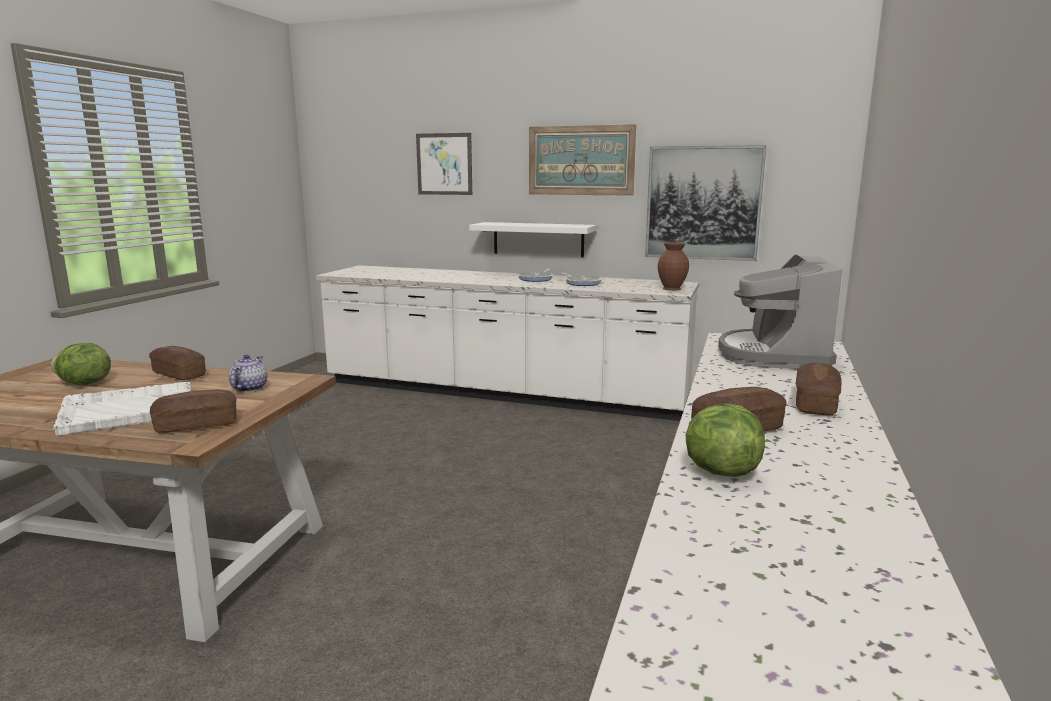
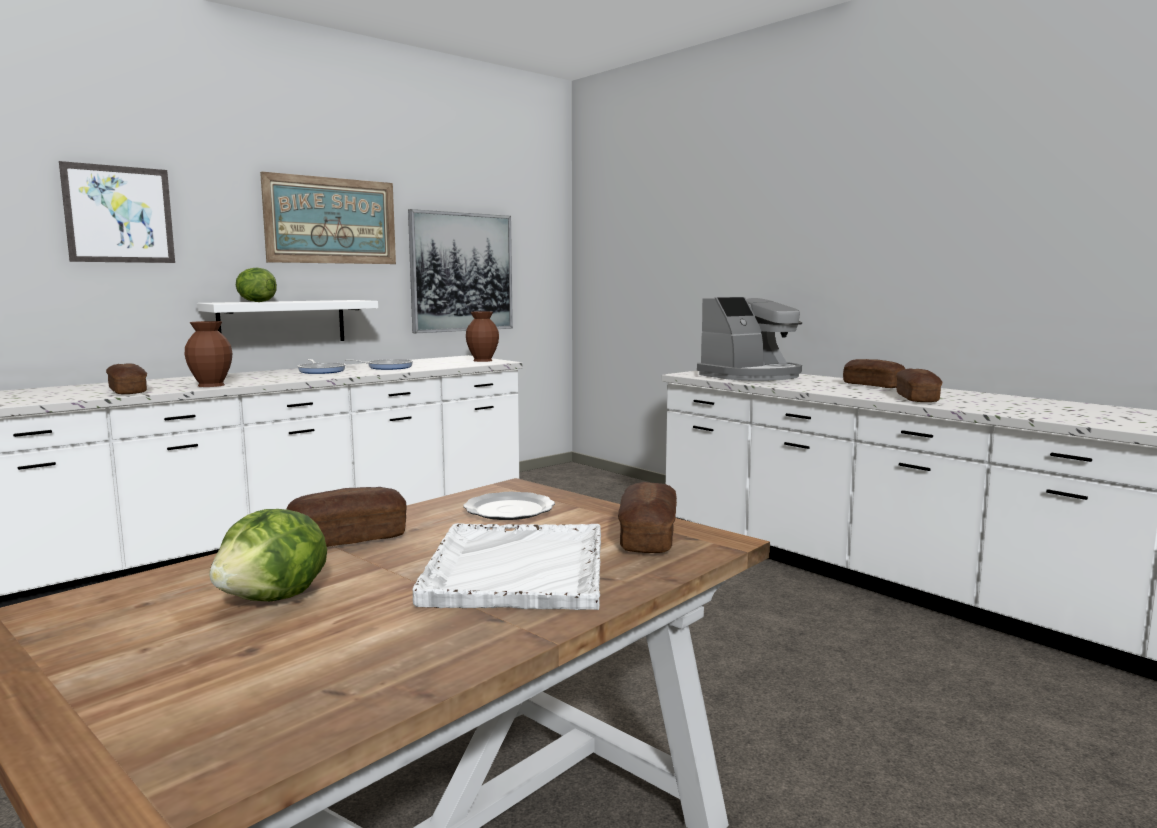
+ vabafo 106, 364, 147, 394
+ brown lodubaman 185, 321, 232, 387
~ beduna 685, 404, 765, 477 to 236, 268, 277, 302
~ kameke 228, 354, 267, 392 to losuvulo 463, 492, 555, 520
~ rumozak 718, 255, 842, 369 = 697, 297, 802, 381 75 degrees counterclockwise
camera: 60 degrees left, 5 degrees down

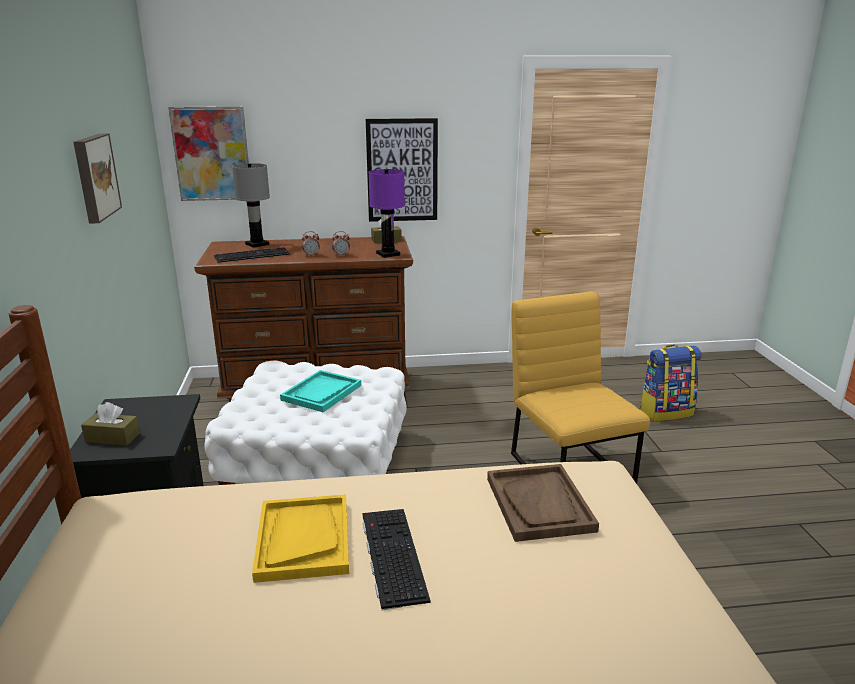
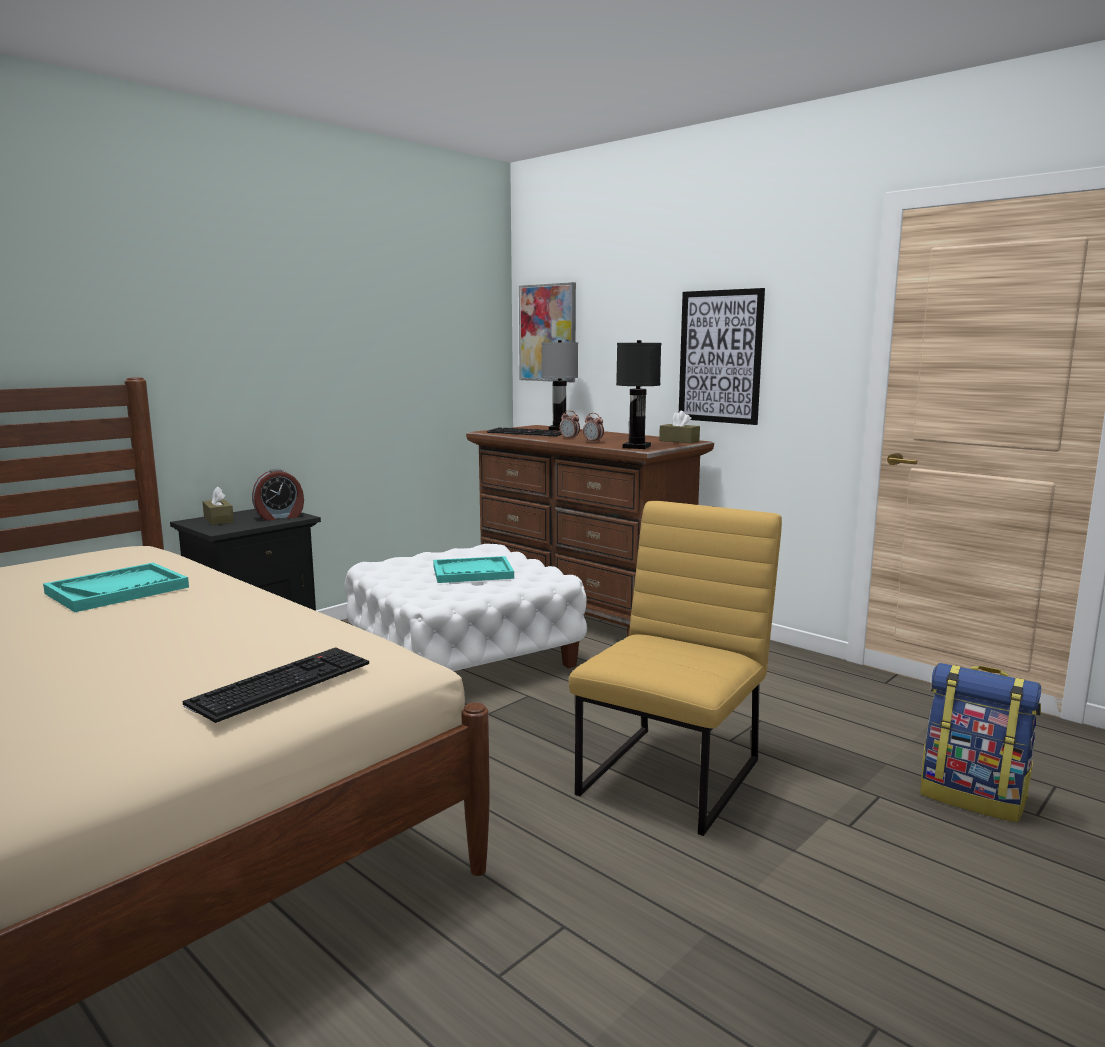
- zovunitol 74, 133, 122, 224
- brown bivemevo 487, 464, 599, 542
+ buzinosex 252, 469, 304, 521
~ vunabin 363, 509, 431, 610 to 183, 647, 369, 723
~ yellow bivemevo 252, 494, 349, 583 to turquoise bivemevo 43, 563, 189, 612
~ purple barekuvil 368, 169, 405, 258 to black barekuvil 616, 340, 661, 449
camera: 50 degrees right, 10 degrees down

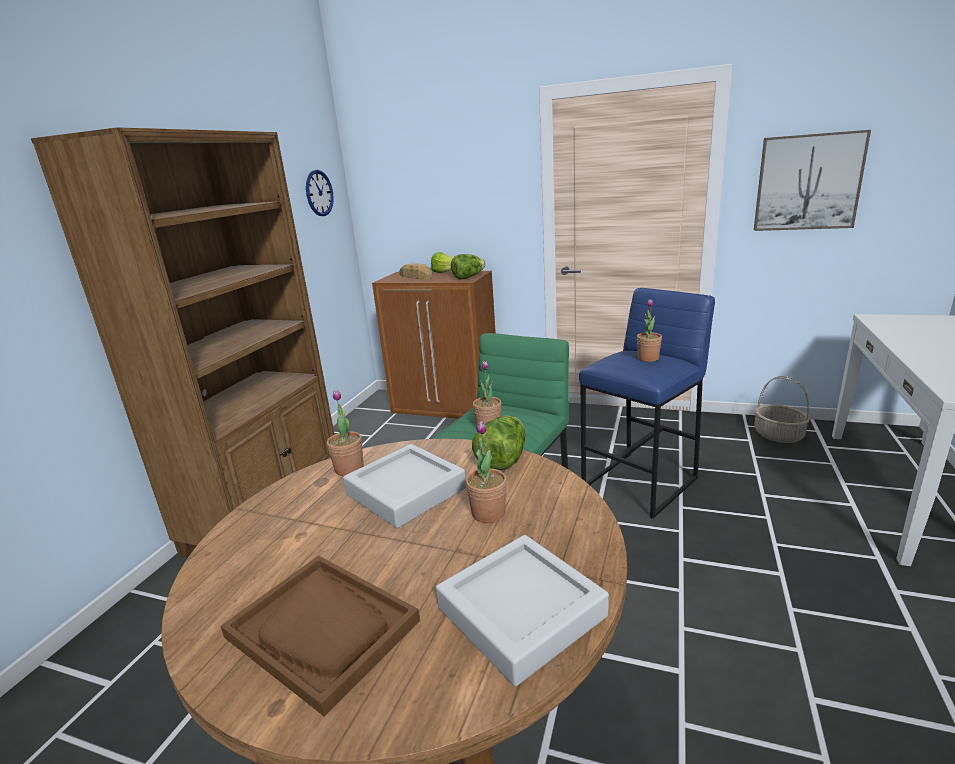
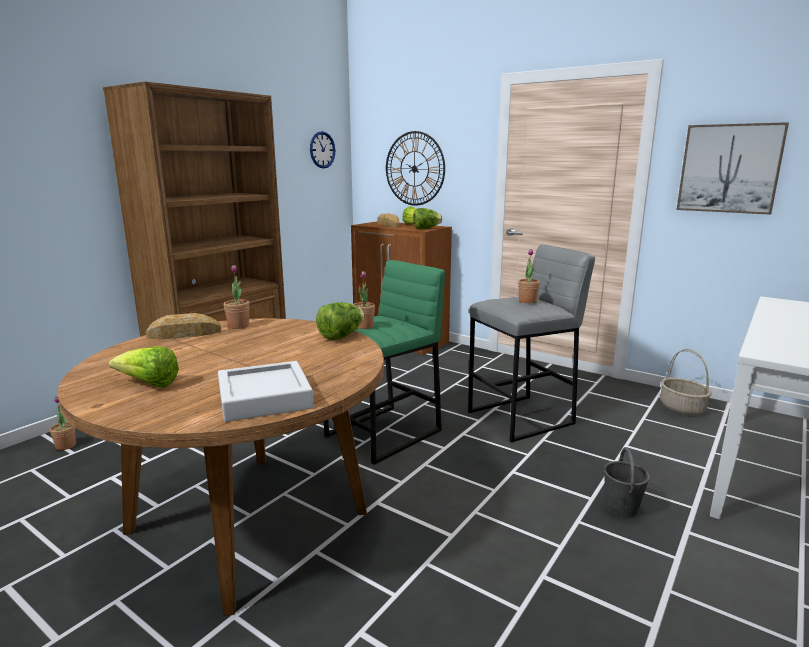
- grey bivemevo 343, 444, 466, 528
+ vabafo 146, 313, 221, 339
+ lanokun 386, 131, 445, 206
+ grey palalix 603, 447, 650, 518
~ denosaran 466, 421, 507, 523 to 50, 396, 76, 450
~ brown bivemevo 221, 555, 420, 716 to beduna 109, 346, 179, 387
~ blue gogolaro 579, 288, 715, 519 to grey gogolaro 468, 244, 595, 442
camera: 15 degrees right, 5 degrees down

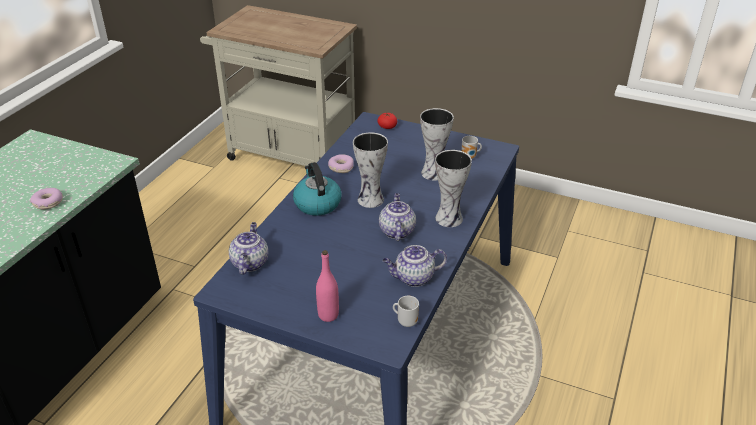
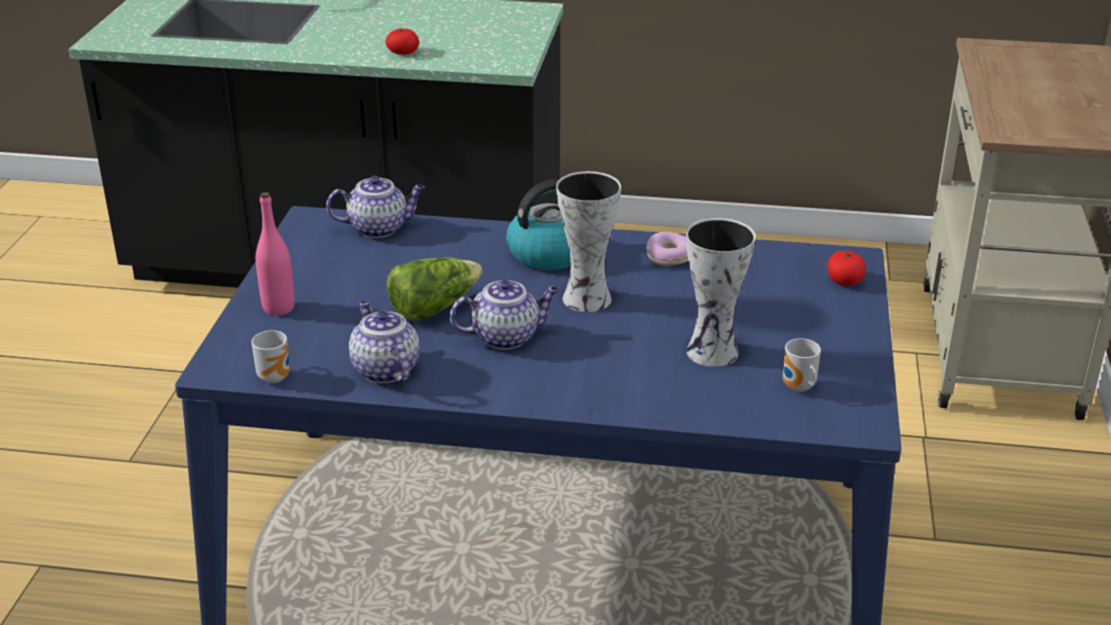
- lodubaman 435, 150, 472, 227
+ beduna 387, 257, 482, 321
~ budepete 30, 188, 63, 209 to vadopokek 386, 28, 419, 55
camera: 75 degrees right, 5 degrees down

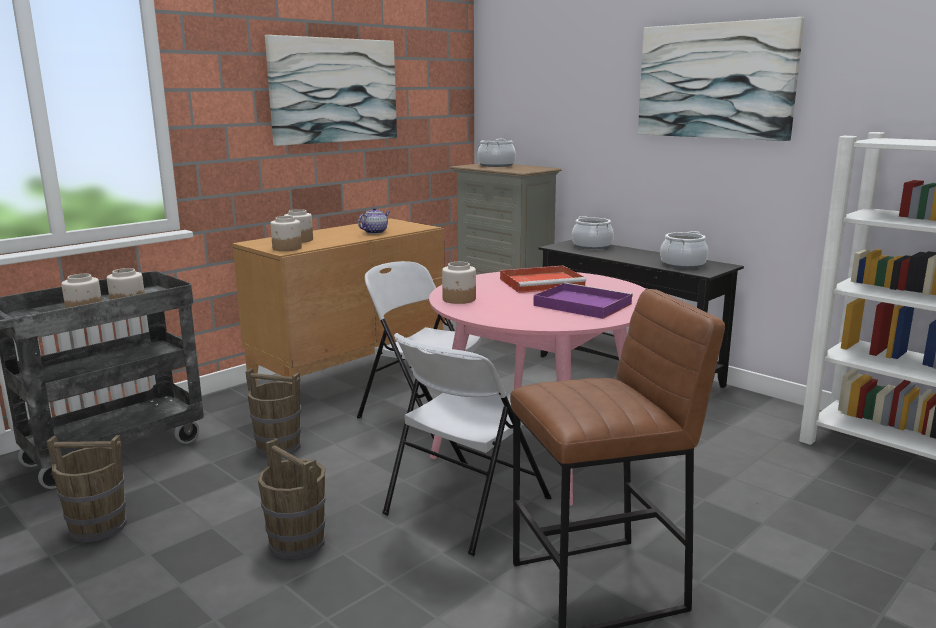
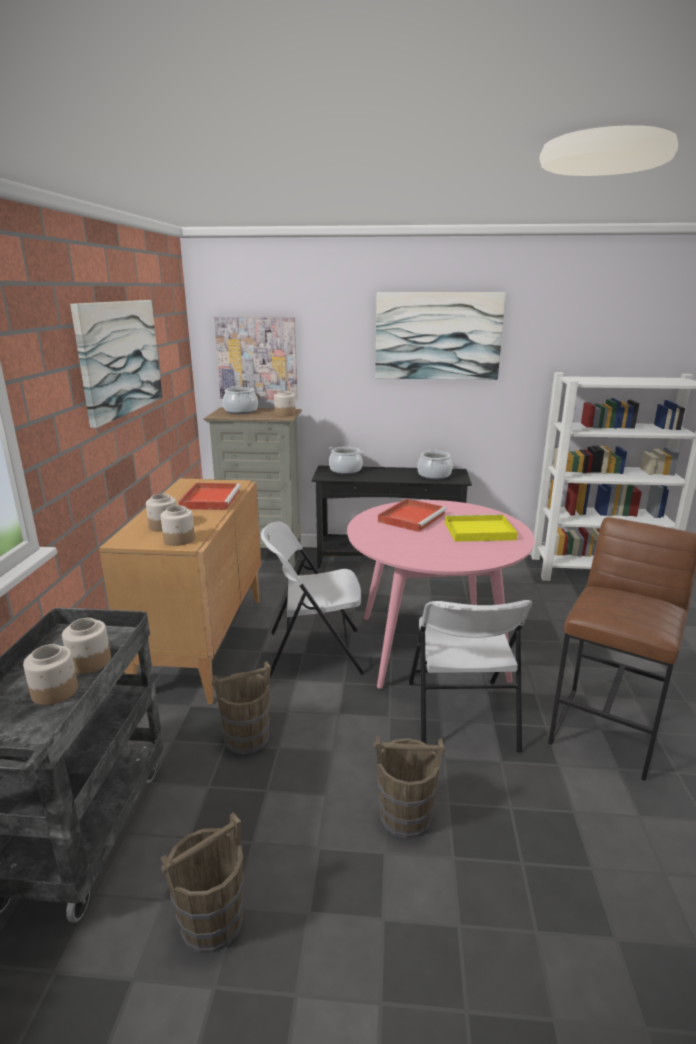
+ zovunitol 214, 317, 298, 400
~ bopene 442, 262, 476, 304 to 274, 391, 295, 417
~ kameke 358, 207, 390, 234 to red bivemevo 178, 483, 241, 510
~ purple bivemevo 533, 283, 633, 319 to yellow bivemevo 445, 514, 518, 542
camera: 40 degrees left, 5 degrees up

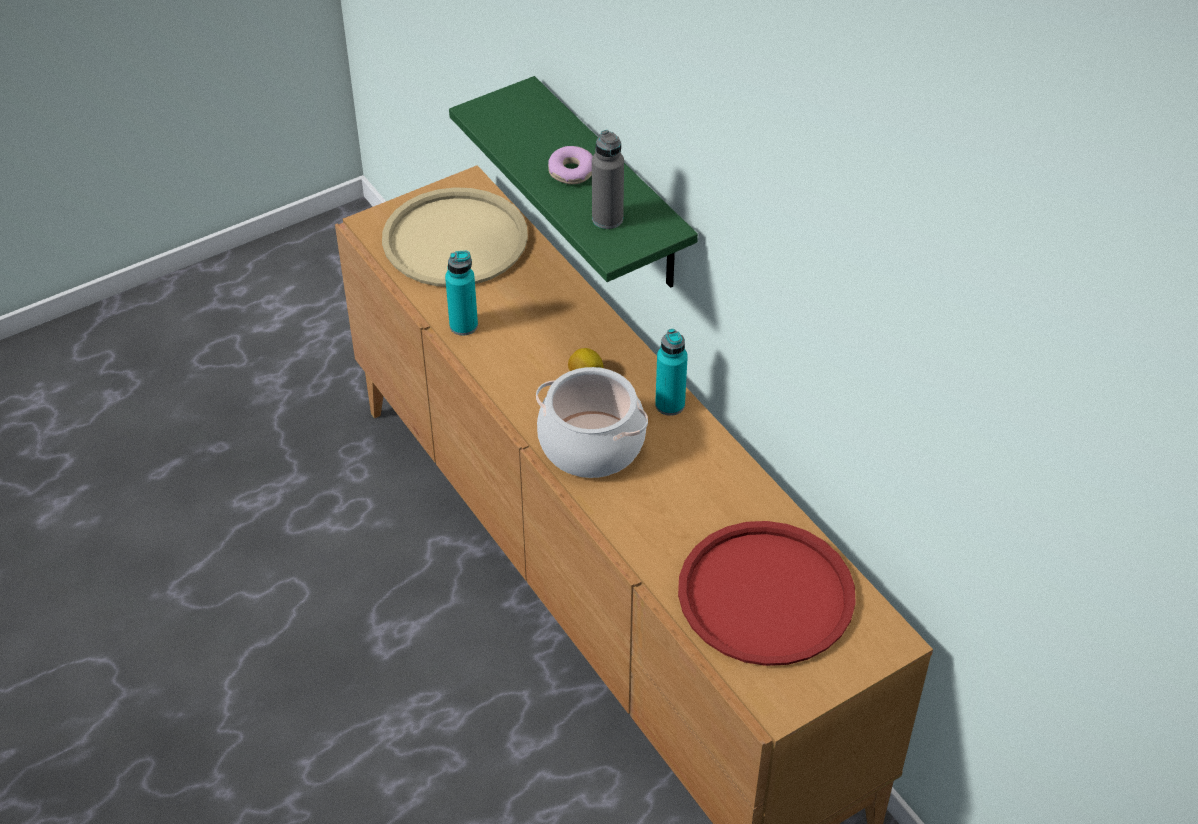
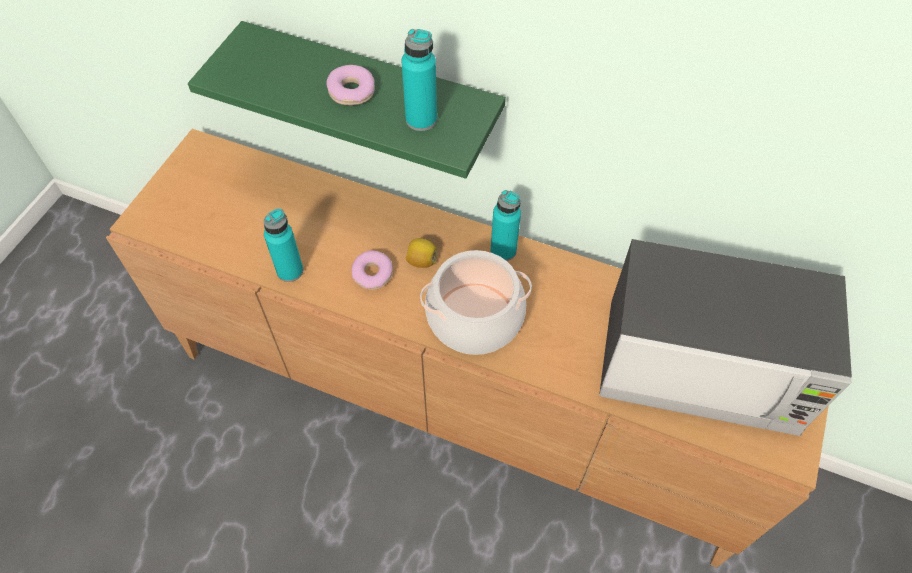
- beige bivemevo 382, 187, 528, 287
+ budepete 352, 250, 393, 290
~ red bivemevo 678, 521, 856, 666 to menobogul 599, 239, 852, 436
~ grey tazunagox 592, 130, 624, 229 to turquoise tazunagox 401, 29, 437, 131
camera: 35 degrees left, 10 degrees up

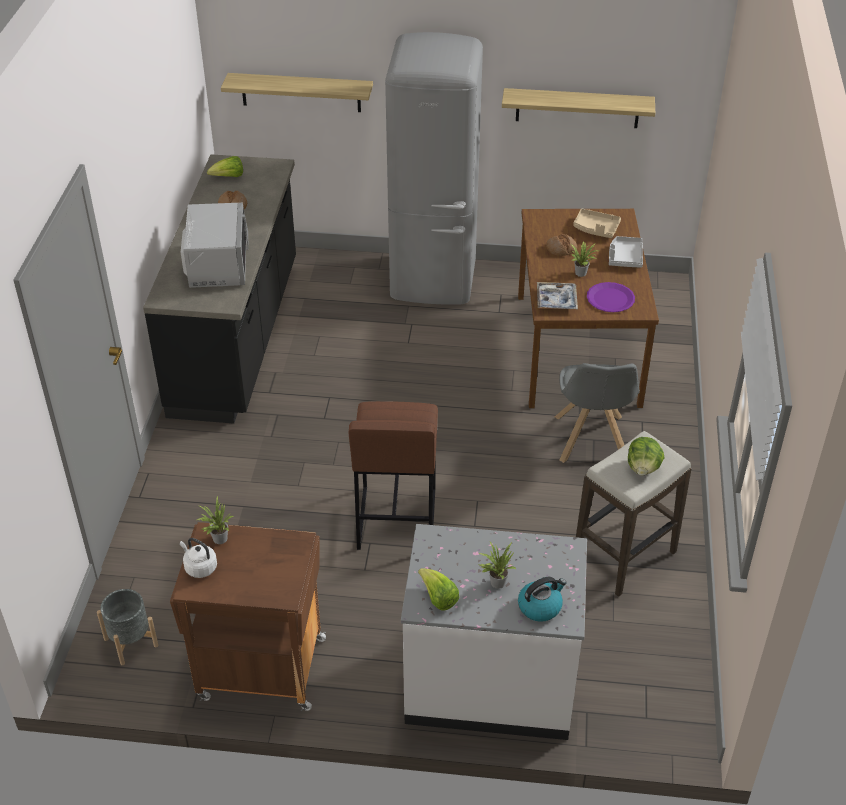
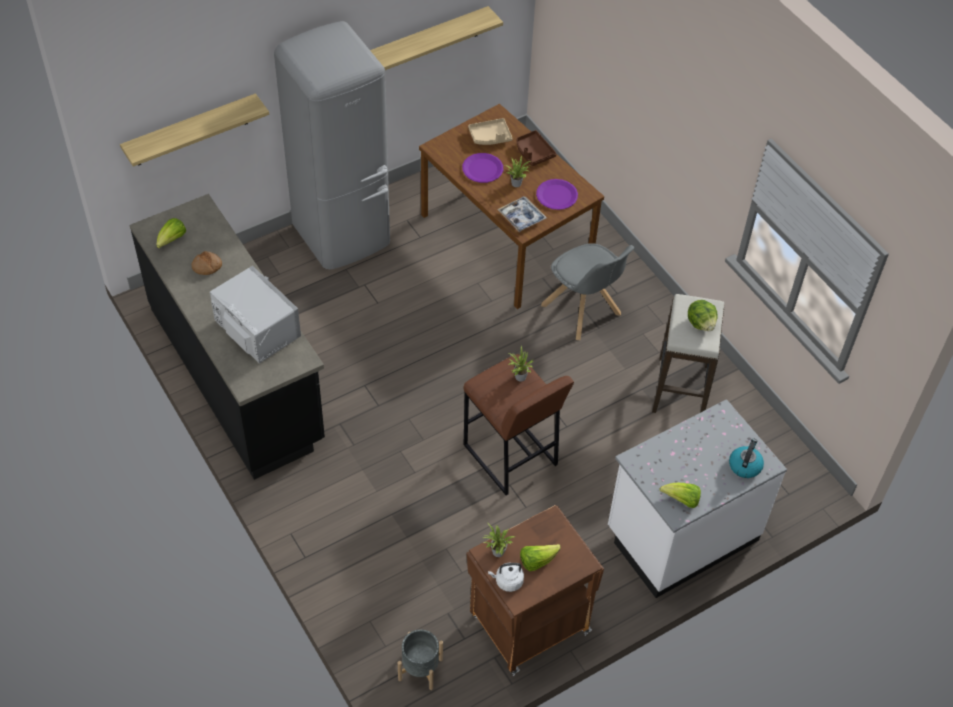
+ beduna 520, 544, 561, 571
~ denosaran 478, 541, 516, 589 to 508, 346, 534, 382
~ vabafo 546, 234, 577, 256 to purple losuvulo 462, 153, 503, 183
~ grey bivemevo 609, 236, 643, 268 to brown bivemevo 517, 130, 556, 166
camera: 40 degrees left, 10 degrees up

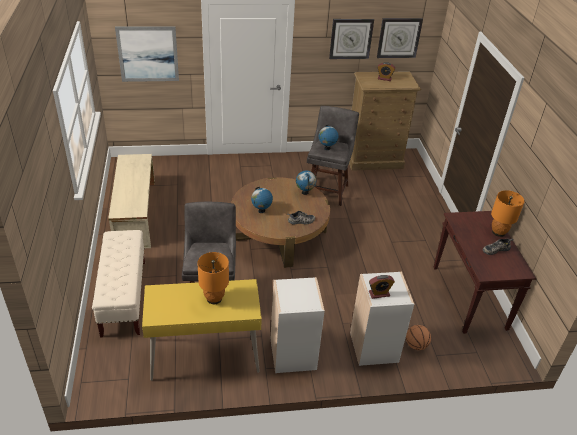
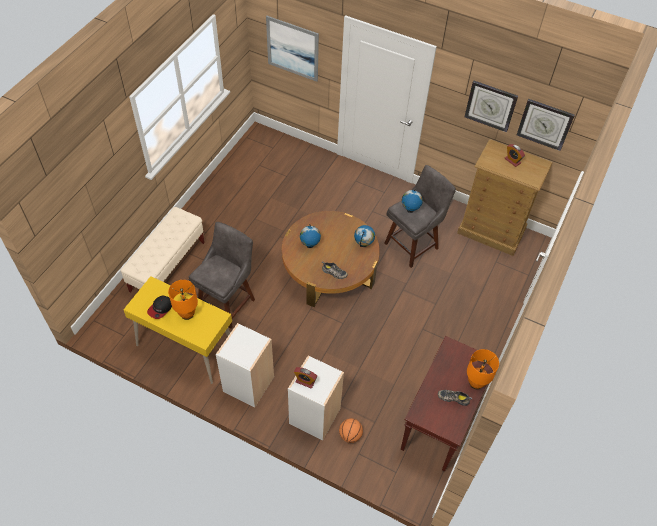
- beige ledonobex 108, 154, 155, 248
+ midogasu 147, 295, 172, 319
camera: 35 degrees right, 15 degrees up

